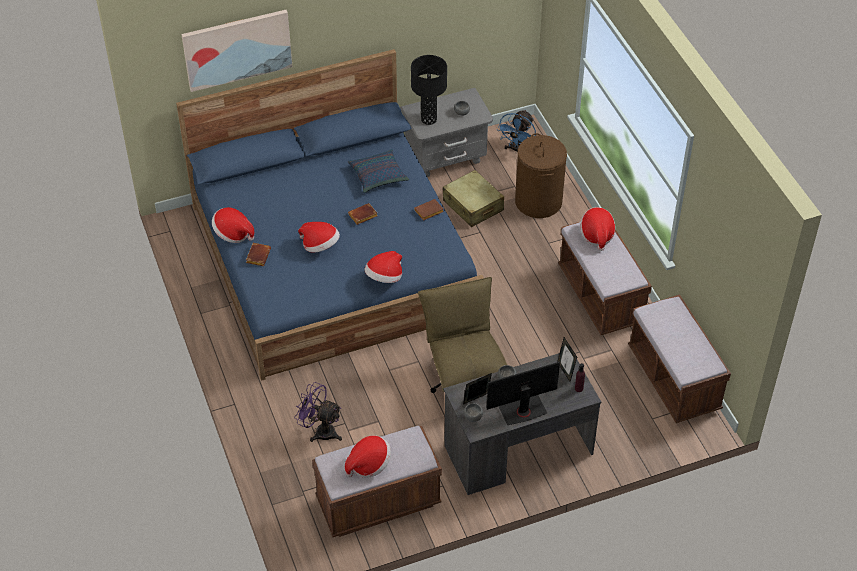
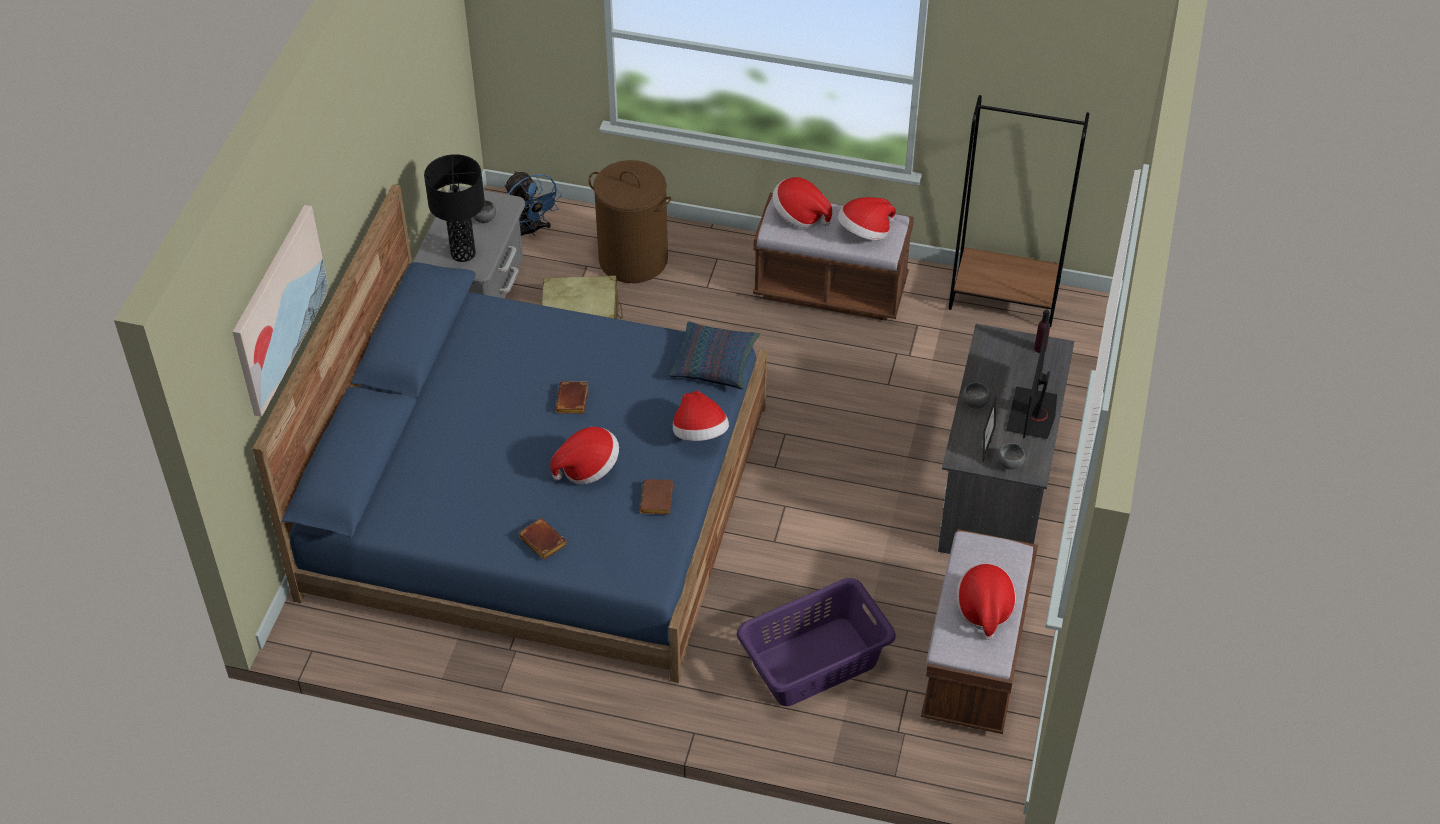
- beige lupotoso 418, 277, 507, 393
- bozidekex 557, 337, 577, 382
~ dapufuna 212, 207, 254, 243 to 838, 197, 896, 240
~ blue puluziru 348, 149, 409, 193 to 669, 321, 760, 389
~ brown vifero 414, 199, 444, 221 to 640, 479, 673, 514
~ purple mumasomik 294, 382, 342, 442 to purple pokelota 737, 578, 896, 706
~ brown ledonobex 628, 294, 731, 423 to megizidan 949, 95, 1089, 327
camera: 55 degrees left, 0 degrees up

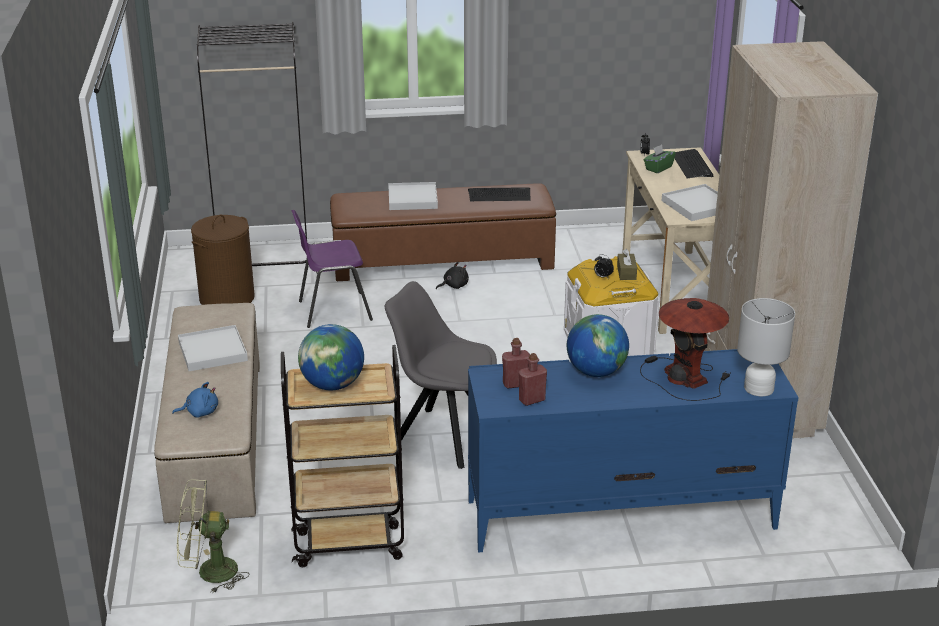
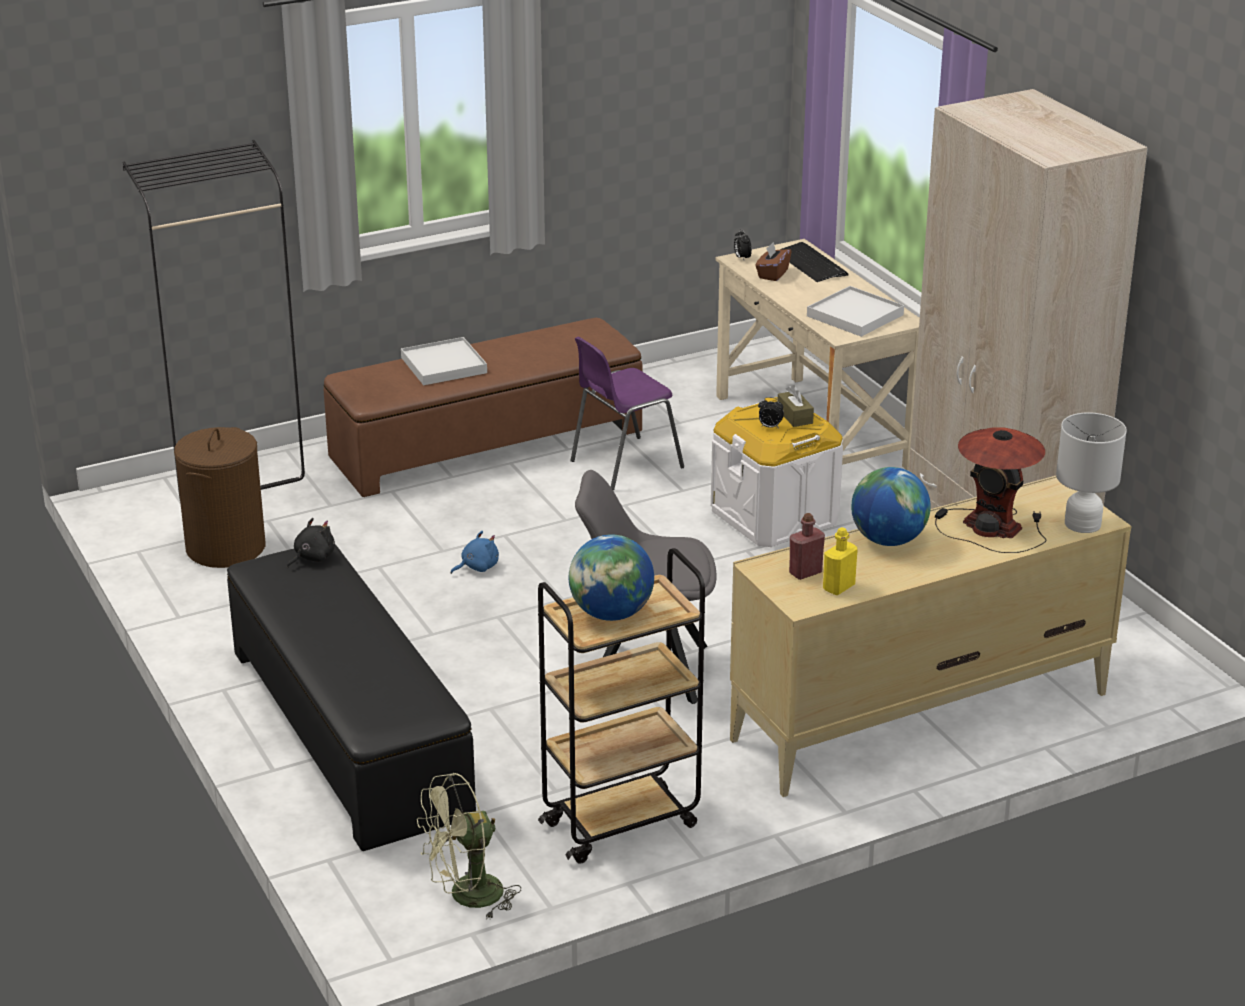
- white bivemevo 178, 325, 248, 371
- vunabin 468, 187, 531, 201
~ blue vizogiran 172, 382, 218, 418 to 451, 531, 499, 574
~ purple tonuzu 292, 210, 373, 328 to 570, 337, 684, 490
~ black vizogiran 436, 262, 469, 289 to 287, 518, 335, 568
~ beige ledonobex 154, 303, 260, 523 to black ledonobex 227, 545, 476, 851
~ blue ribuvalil 468, 349, 799, 553 to beige ribuvalil 730, 476, 1131, 797
~ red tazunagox 519, 353, 547, 406 to yellow tazunagox 823, 527, 858, 595
~ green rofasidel 644, 144, 676, 173 to brown rofasidel 755, 242, 792, 281
camera: 20 degrees left, 0 degrees up

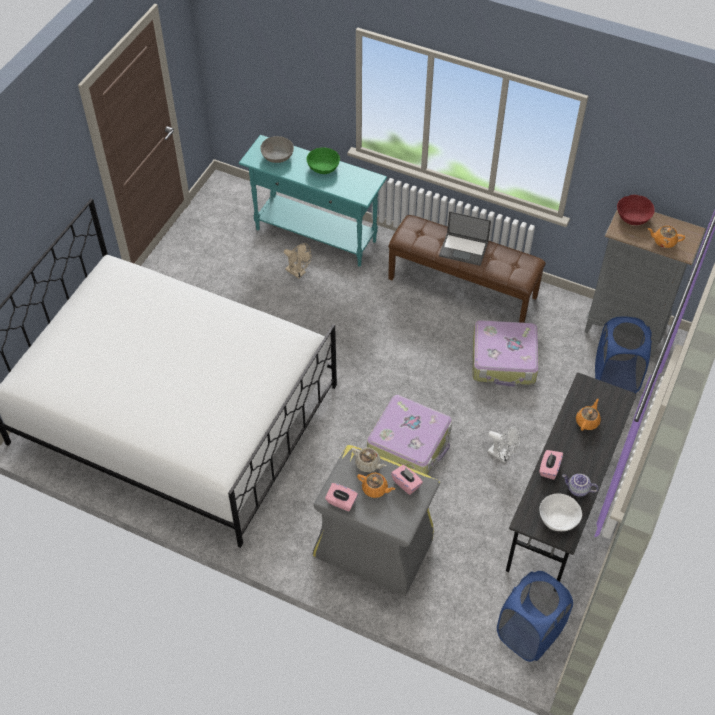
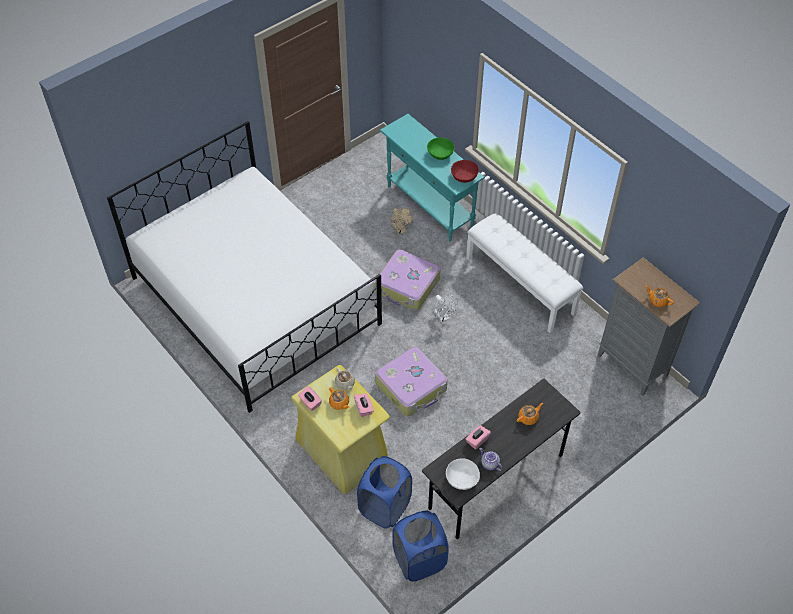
- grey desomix 261, 136, 294, 163
- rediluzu 439, 211, 491, 266
~ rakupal 472, 320, 539, 387 to 375, 249, 440, 310
~ white mumasomik 488, 426, 521, 463 to 433, 295, 458, 322
~ blue pokelota 595, 316, 652, 393 to 357, 456, 412, 529
~ red desomix 617, 195, 655, 225 to 451, 160, 479, 183
~ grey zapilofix 313, 445, 440, 595 to yellow zapilofix 291, 365, 390, 494
~ brown ledonobex 388, 215, 546, 323 to white ledonobex 466, 213, 583, 333
camera: 25 degrees right, 0 degrees up

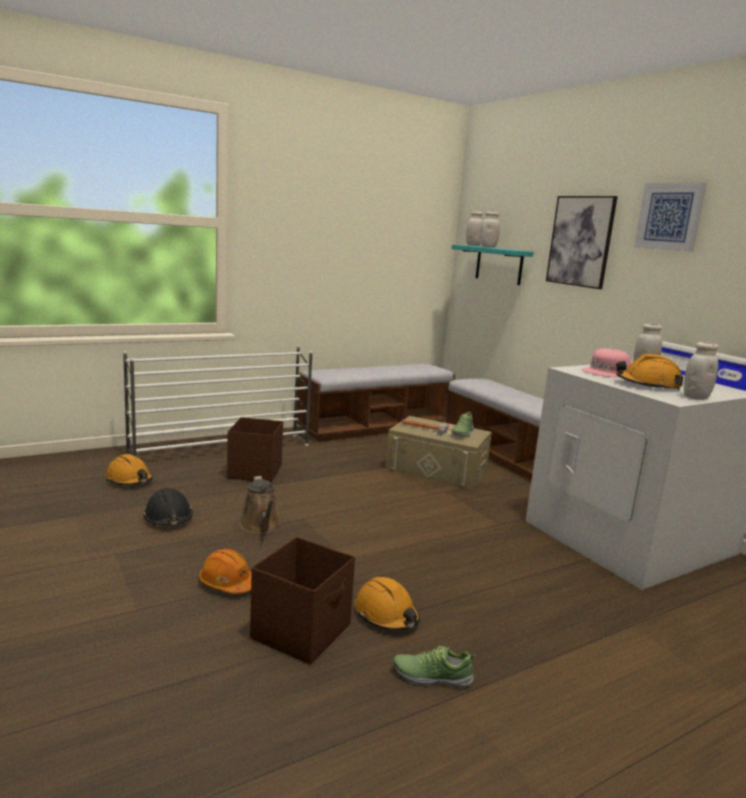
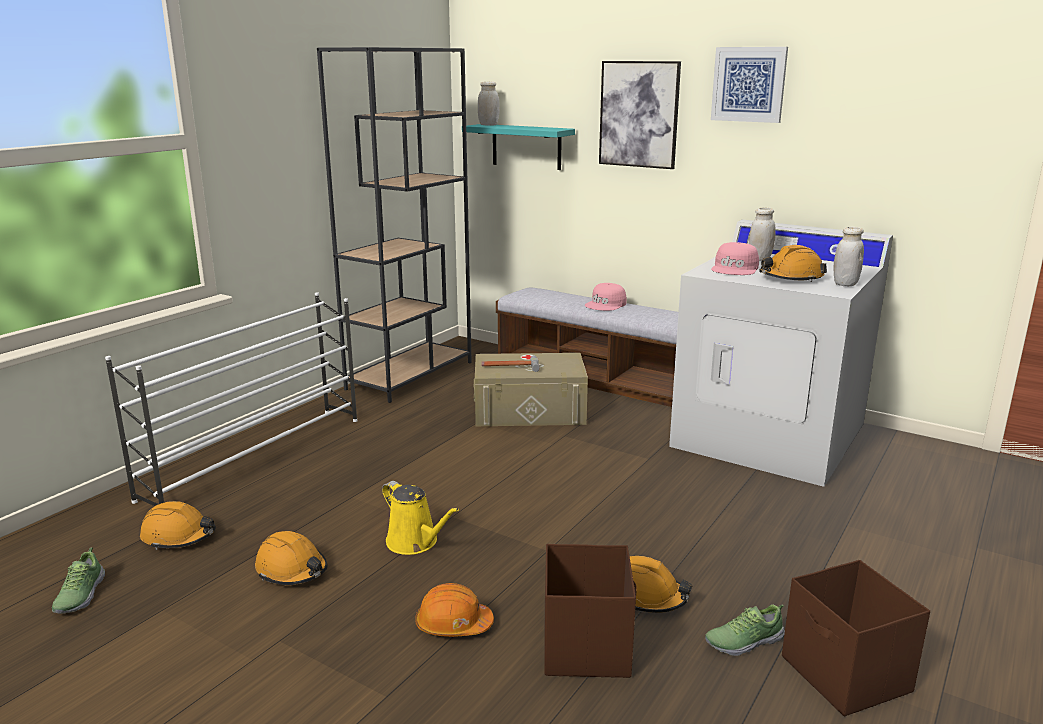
- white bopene 480, 212, 500, 248
+ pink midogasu 585, 283, 627, 311
~ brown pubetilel 227, 417, 283, 483 to 782, 560, 930, 716
~ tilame 451, 411, 474, 437 to 52, 548, 105, 614
~ ledonobex 297, 364, 455, 442 to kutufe 317, 47, 472, 403
~ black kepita 143, 488, 193, 526 to orange kepita 255, 531, 328, 585
~ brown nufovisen 240, 476, 281, 534 to yellow nufovisen 382, 481, 459, 555
camera: 25 degrees left, 5 degrees up

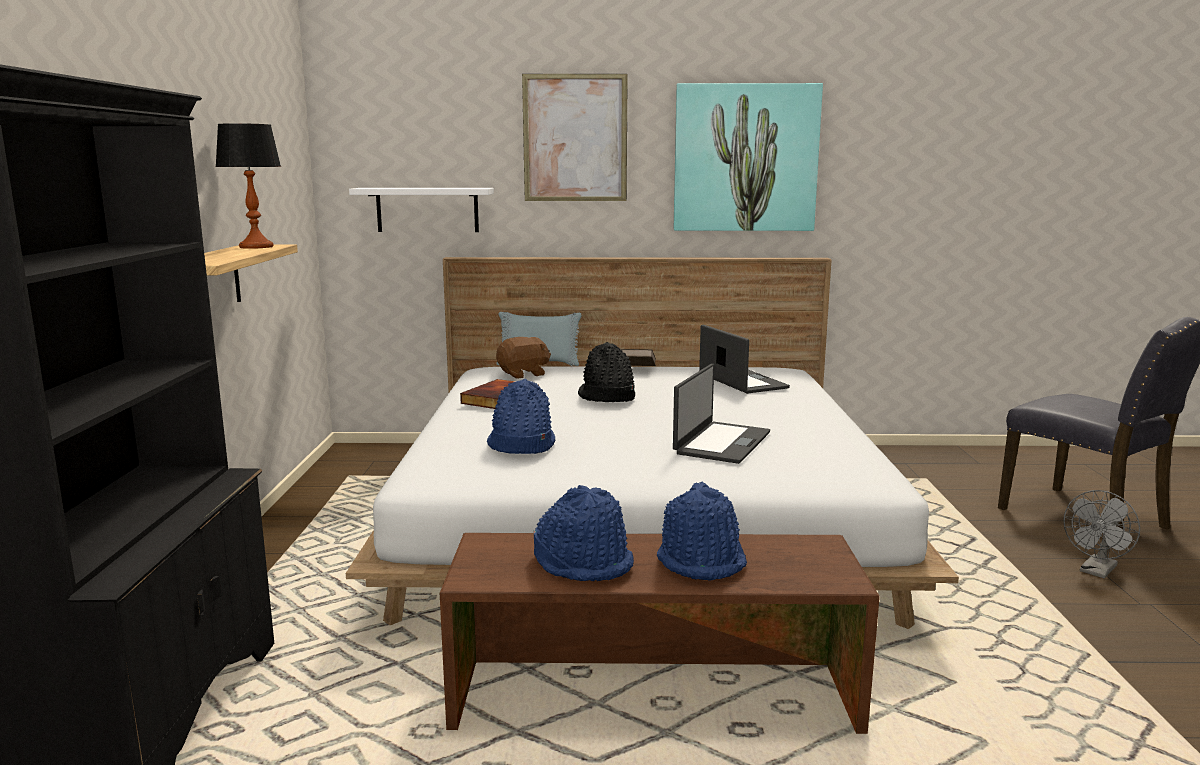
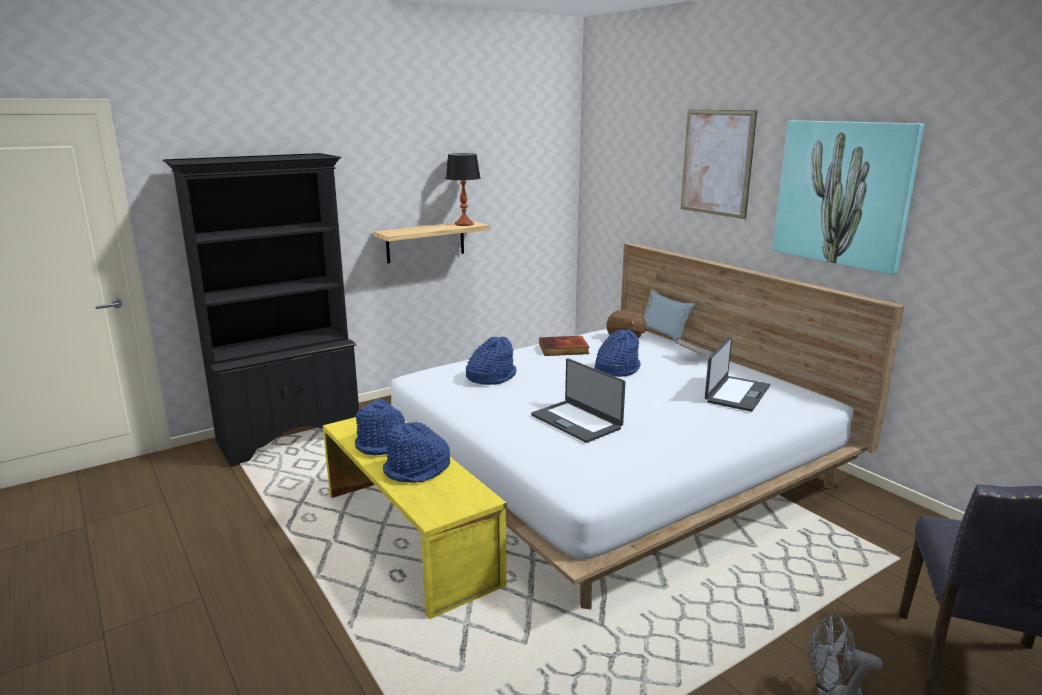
- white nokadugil 349, 188, 494, 232
~ brown ledonobex 440, 533, 880, 734 to yellow ledonobex 323, 417, 506, 619
~ black dapufuna 578, 342, 635, 402 to blue dapufuna 595, 329, 641, 377
~ rediluzu 673, 364, 770, 464 = 531, 358, 625, 443 60 degrees clockwise
camera: 55 degrees right, 5 degrees up

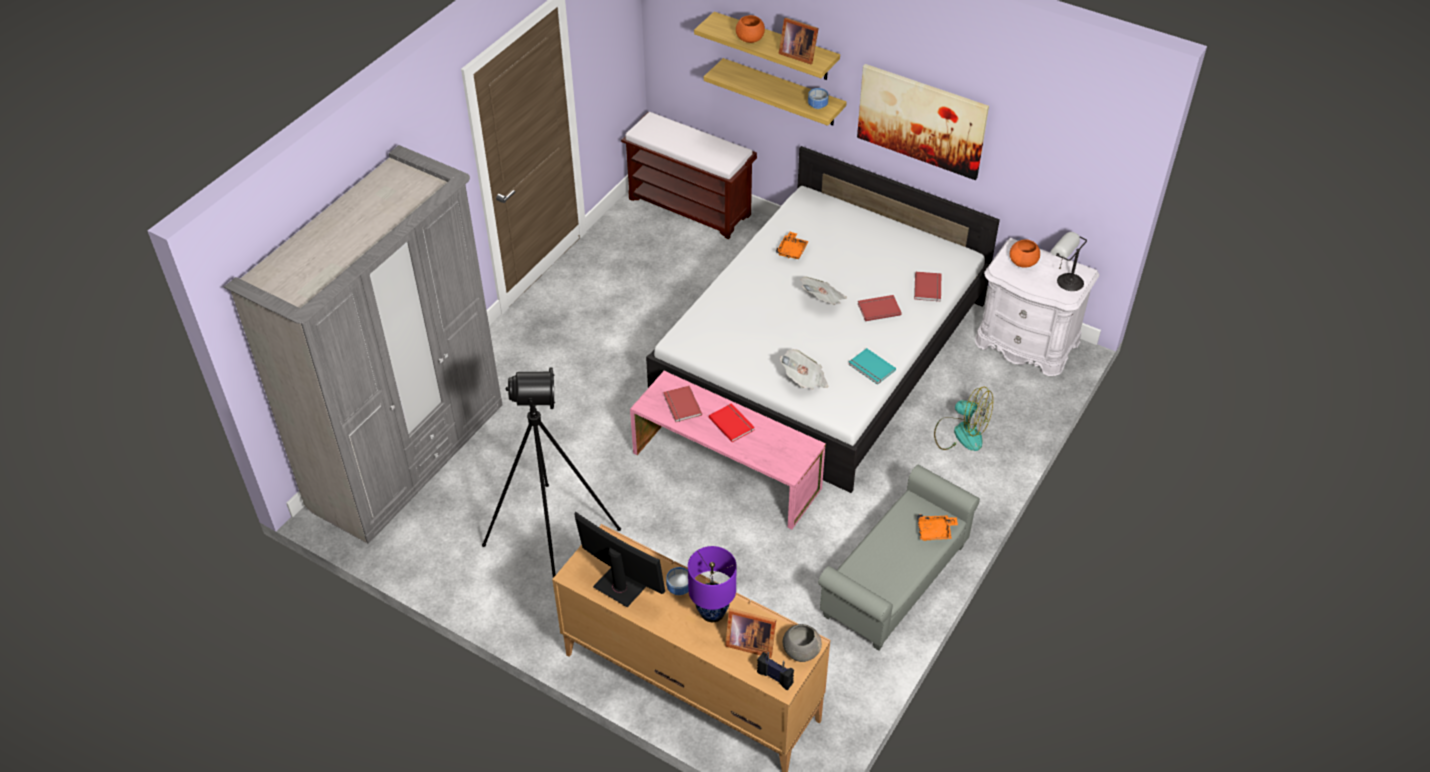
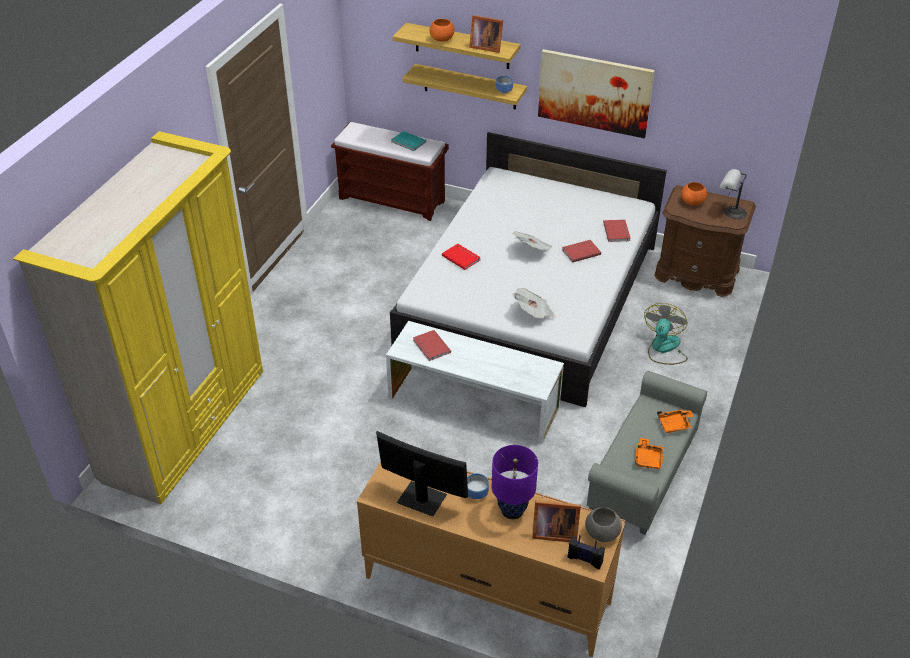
- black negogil 482, 367, 621, 578
~ red vifero 709, 403, 755, 442 to 442, 244, 481, 270
~ orange bivemevo 776, 232, 809, 259 to 635, 438, 664, 469
~ turquoise vifero 848, 348, 896, 385 to 391, 131, 426, 151
~ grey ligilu 224, 145, 502, 543 to yellow ligilu 13, 131, 263, 504
~ pink ledonobex 630, 371, 826, 530 to white ledonobex 386, 321, 564, 444
~ white zapilofix 975, 238, 1100, 376 to brown zapilofix 654, 185, 756, 297
~ mumasomik 934, 386, 993, 451 = 644, 303, 688, 365 90 degrees counterclockwise
camera: 10 degrees left, 5 degrees down

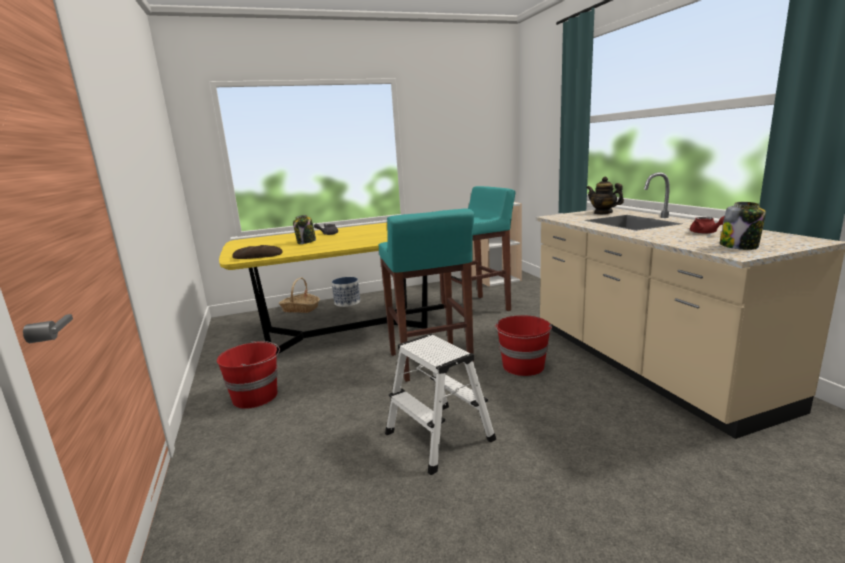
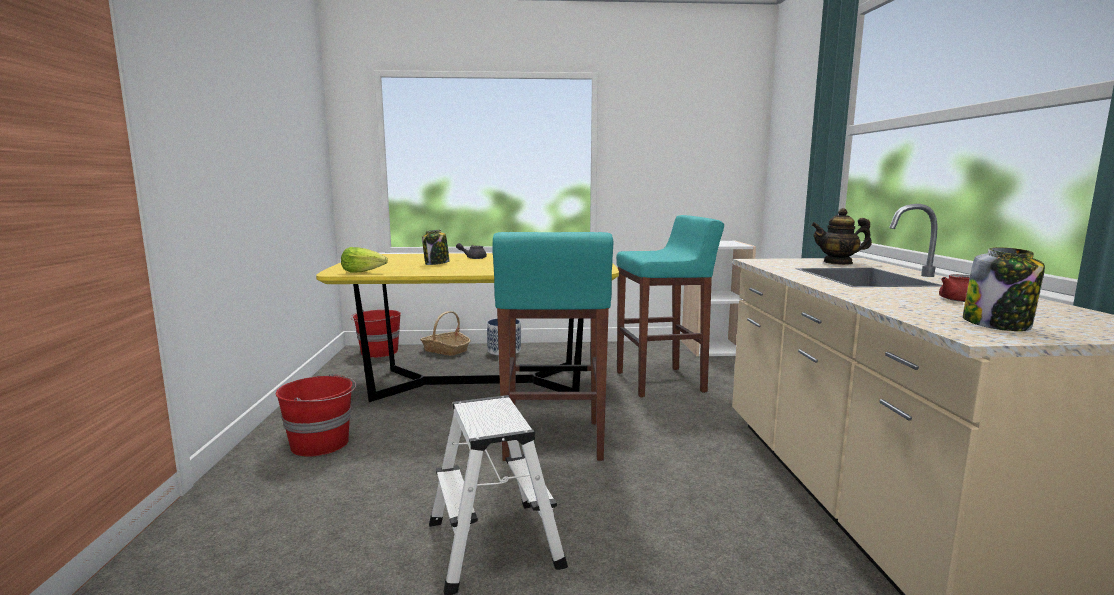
~ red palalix 495, 315, 552, 376 to 351, 310, 401, 358
~ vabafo 232, 245, 283, 259 to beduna 341, 247, 388, 273
~ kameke 586, 177, 624, 214 = 811, 208, 872, 265 60 degrees counterclockwise
camera: 15 degrees right, 5 degrees down

